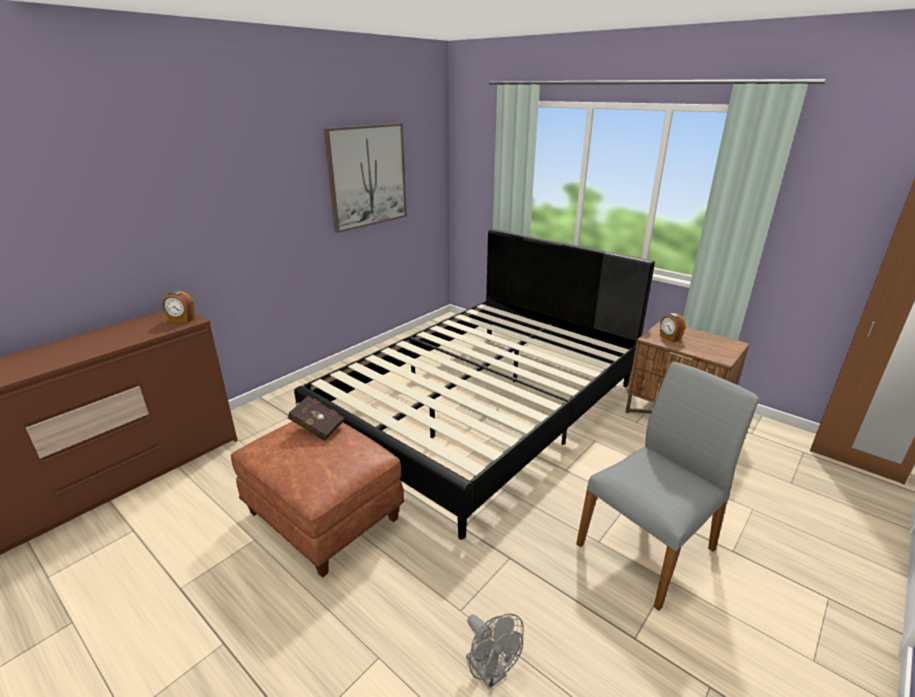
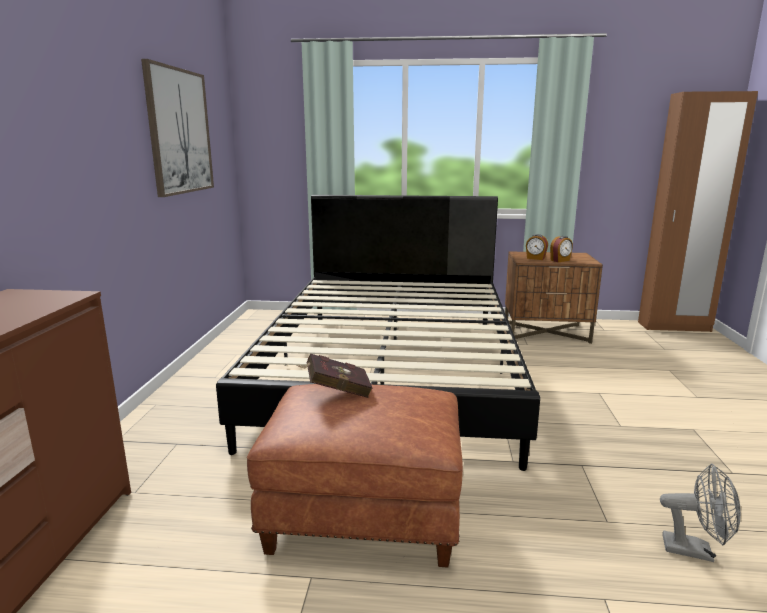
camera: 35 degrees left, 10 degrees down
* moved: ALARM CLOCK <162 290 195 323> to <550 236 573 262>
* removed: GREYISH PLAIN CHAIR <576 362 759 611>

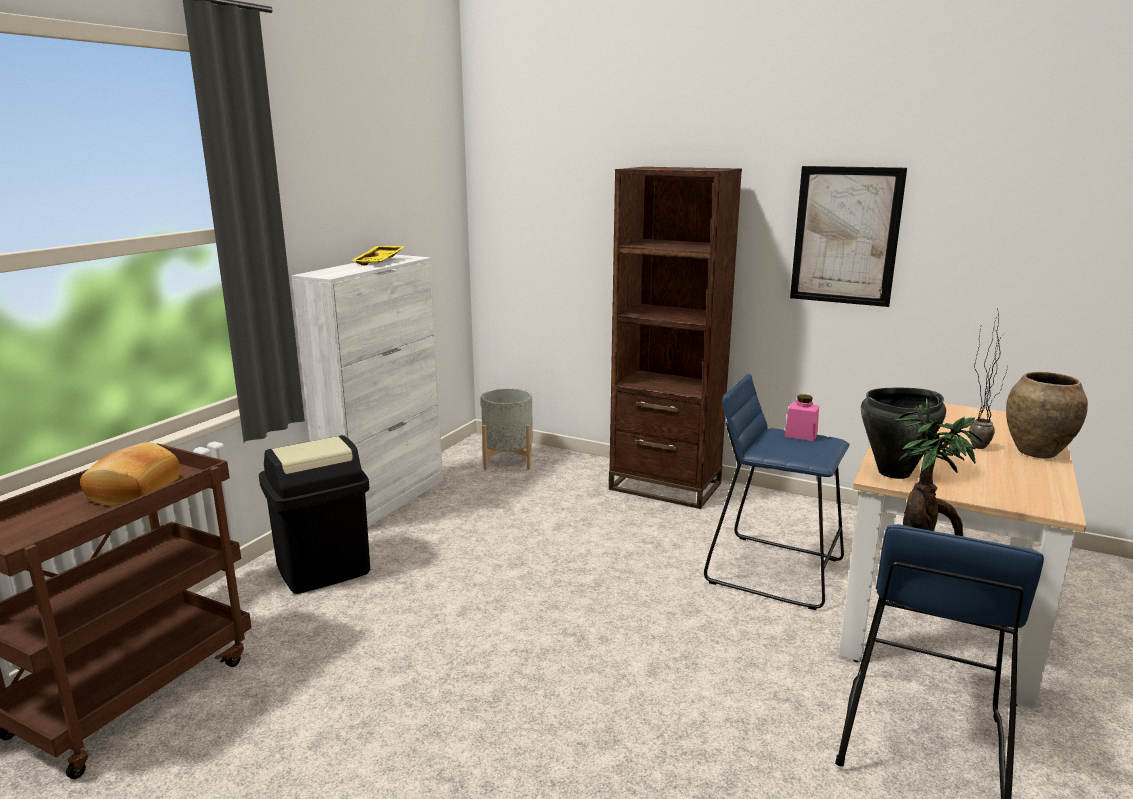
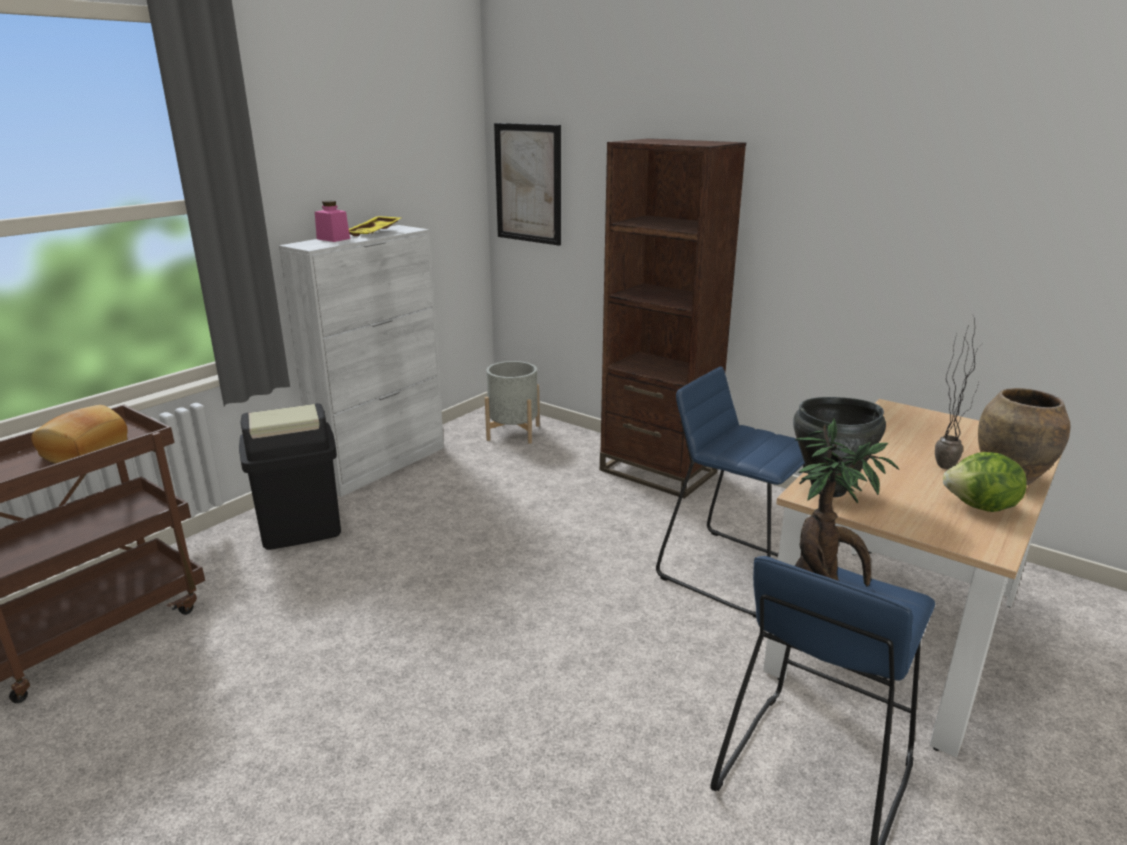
camera: 10 degrees right, 5 degrees up
* moved: PICTURE <790 166 907 307> to <494 123 561 246>
* moved: PINK-COLOURED STORAGE JAR <785 394 819 441> to <315 201 350 242>
* added: HEAD OF LETTUCE <943 452 1026 512>

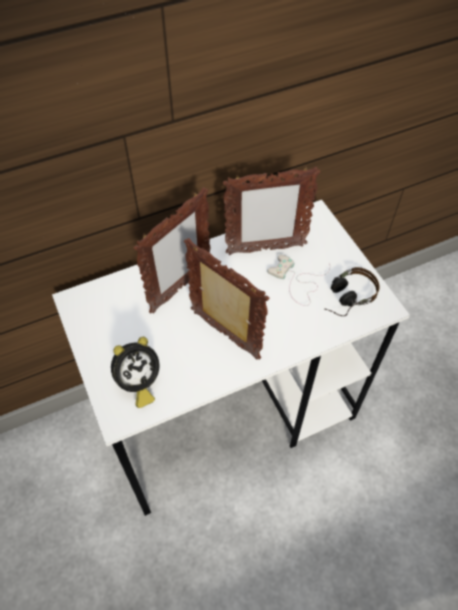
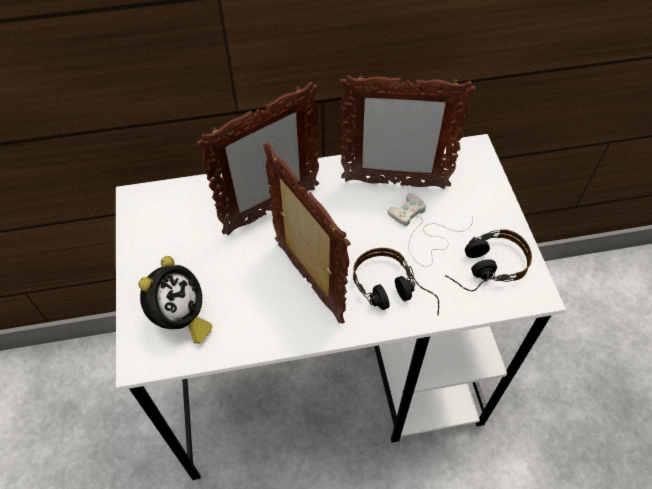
camera: 15 degrees right, 0 degrees up
* turned: ALARM CLOCK <111 337 159 408> = <138 256 213 343> 45 degrees counterclockwise
* added: PAIR OF HEADPHONES <353 248 439 316>

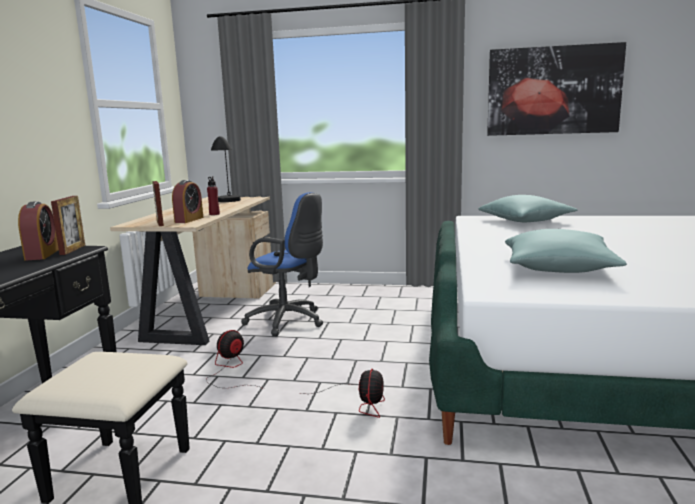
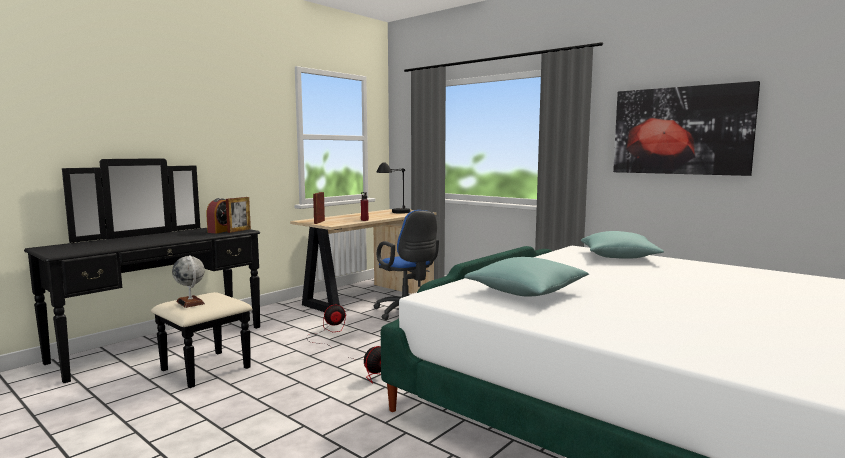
camera: 30 degrees right, 5 degrees down
* removed: ALARM CLOCK <172 180 203 223>
* added: GLOBE <172 255 205 308>

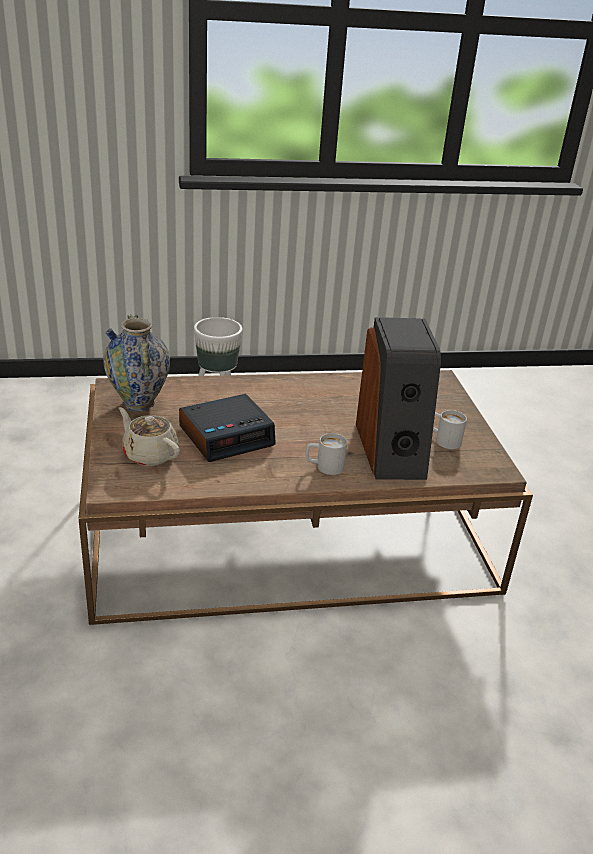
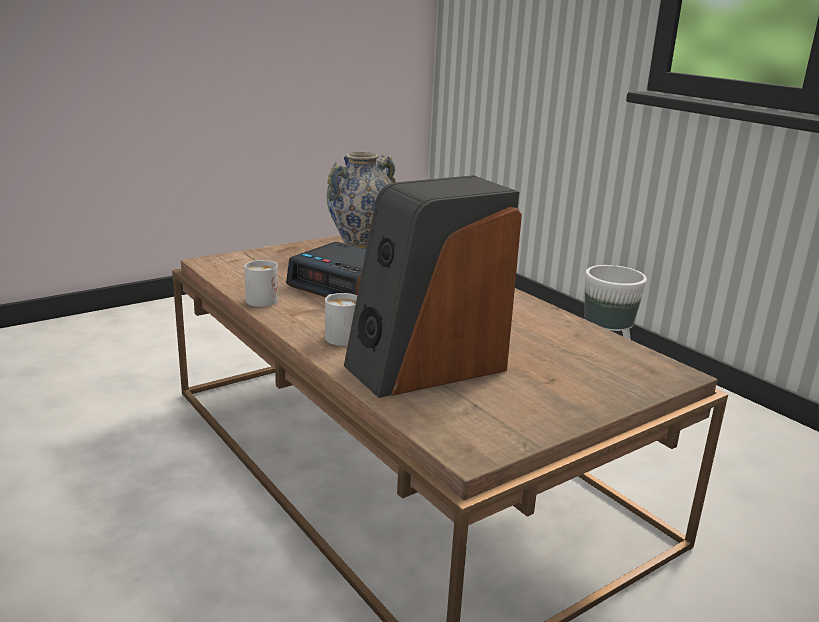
camera: 65 degrees right, 10 degrees down
* removed: BEIGE-COLOURED TEA POT <118 407 180 466>
* moved: WHITE-COLOURED TEA MUG <433 410 467 449> to <244 260 278 307>

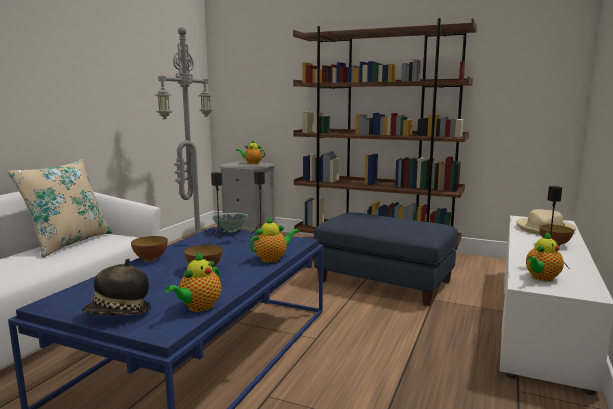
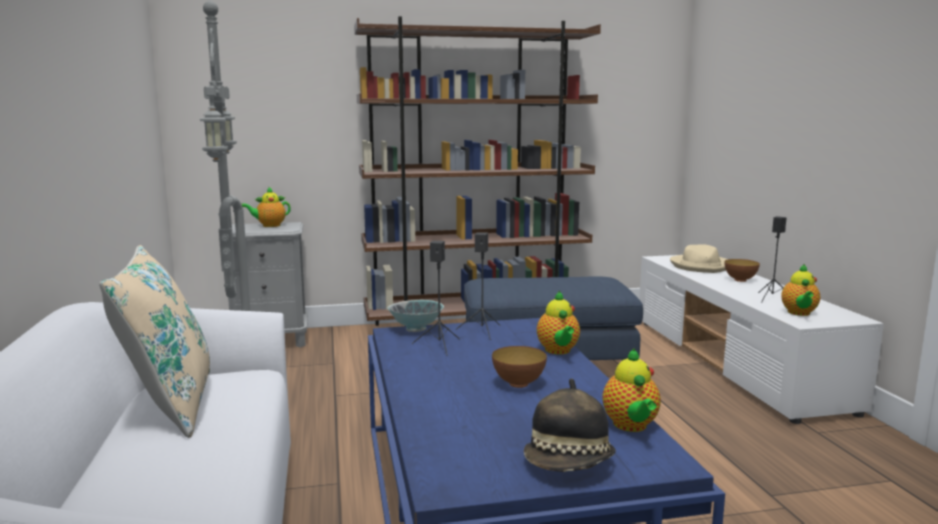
camera: 35 degrees left, 0 degrees up
* turned: TEA POT <250 216 299 263> = <537 291 580 354> 150 degrees clockwise
* removed: SERVING BOWL <131 236 168 262>

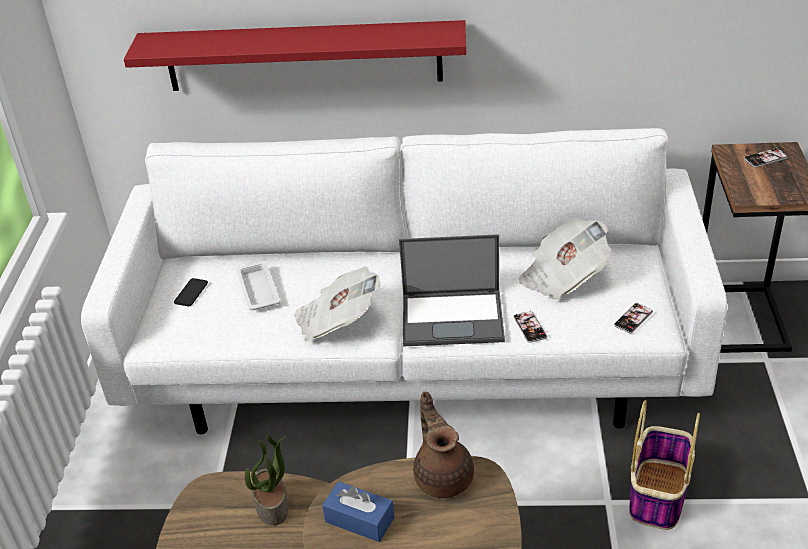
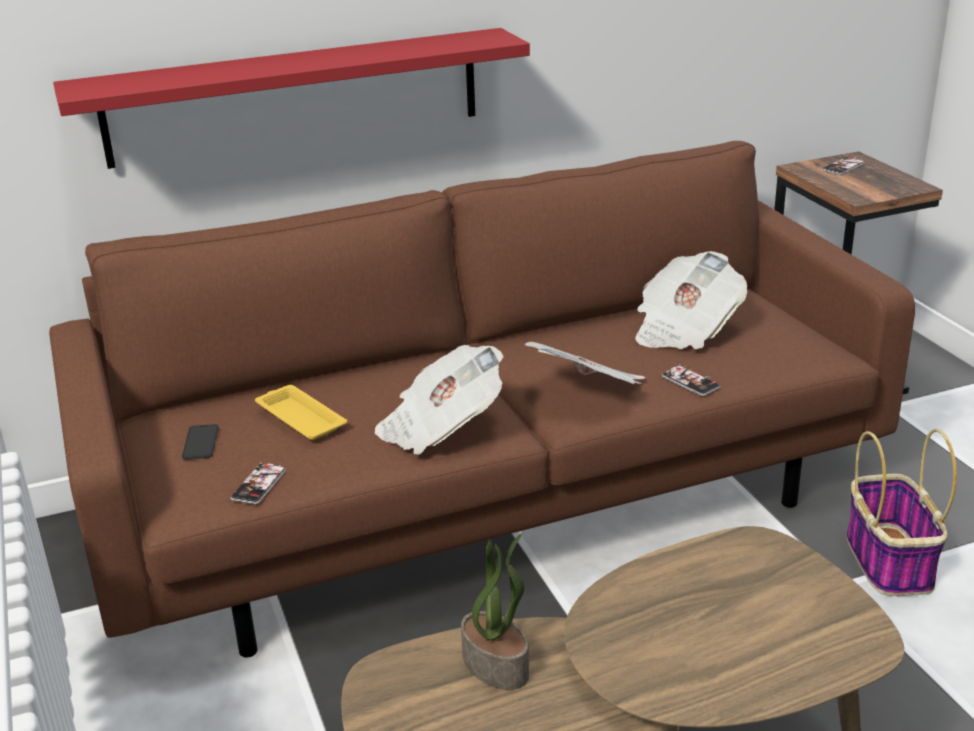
camera: 25 degrees left, 10 degrees down
* recoloured: WHITE-COLOURED SOFA <81 128 727 434> to BROWN SOFA <49 141 915 658>
* replaced: NOTEBOOK COMPUTER <399 234 505 346> to DAILY PAPER <525 342 645 385>
* recoloured: WHITE-COLOURED SERVING TRAY <236 261 280 310> to YELLOW SERVING TRAY <255 385 347 440>
* moved: TELEPHONE <614 303 653 333> to <231 462 286 504>
* removed: BROWN TEA POT <413 392 474 498>
* removed: BLUISH BOX OF TISSUES <322 481 395 542>

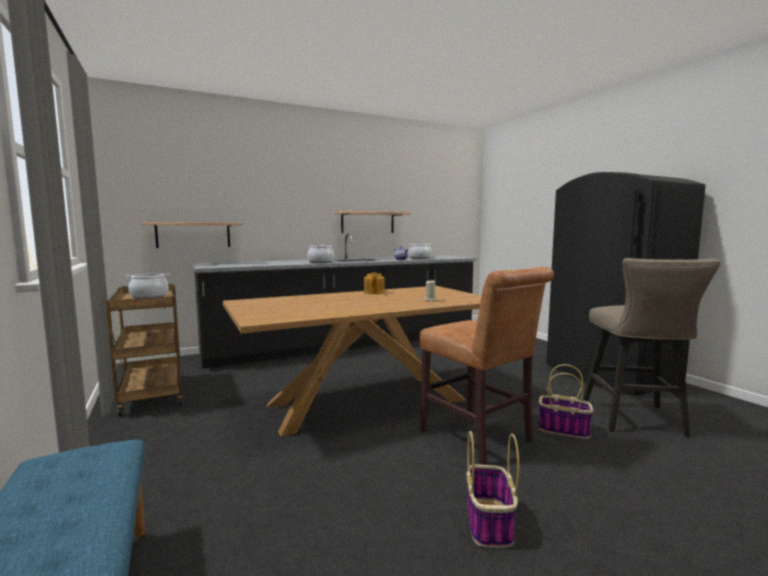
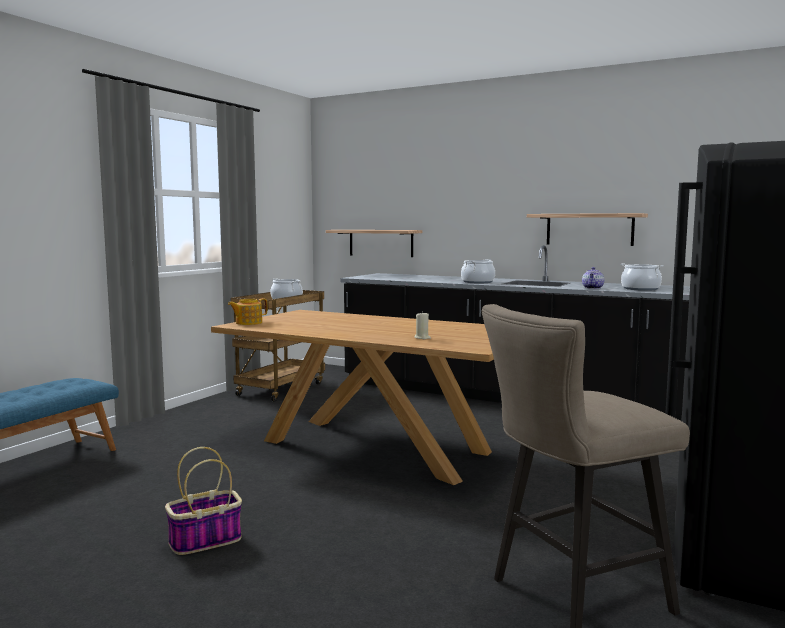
camera: 55 degrees right, 0 degrees up
* removed: BROWN PLAIN CHAIR <420 267 554 465>
* moved: TEA POT <364 273 385 294> to <228 298 267 325>
* removed: HOUSEHOLD BASKET <538 364 593 439>

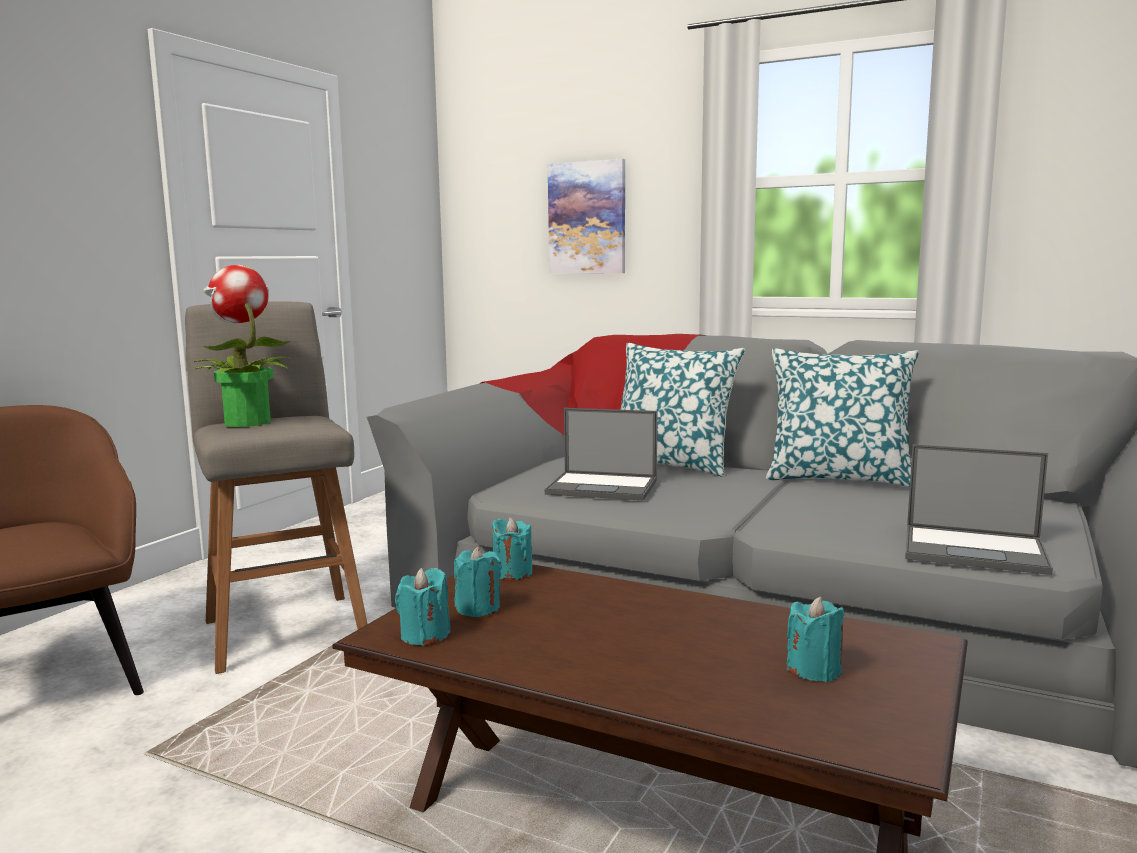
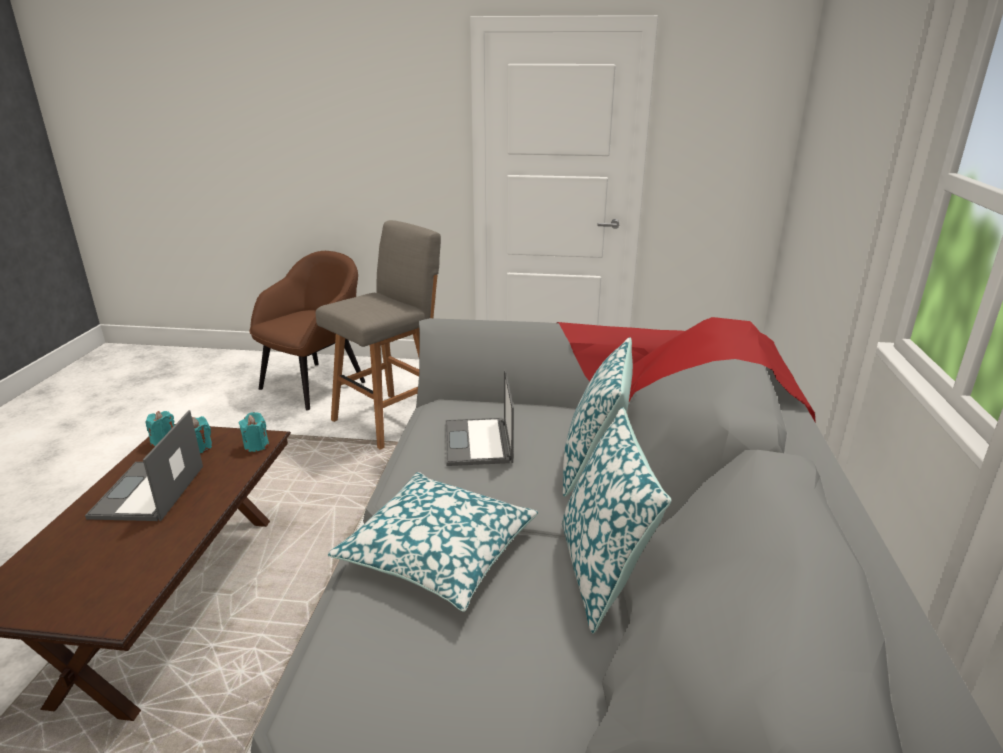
camera: 70 degrees right, 15 degrees up
* removed: PICTURE <548 159 625 274>
* removed: HOUSEPLANT <194 265 292 427>
* moved: NOTEBOOK COMPUTER <905 444 1053 575> to <85 410 203 521>
* removed: TURQUOISE WAX LIGHT <786 597 844 682>
* added: THROW PILLOW <328 472 538 612>

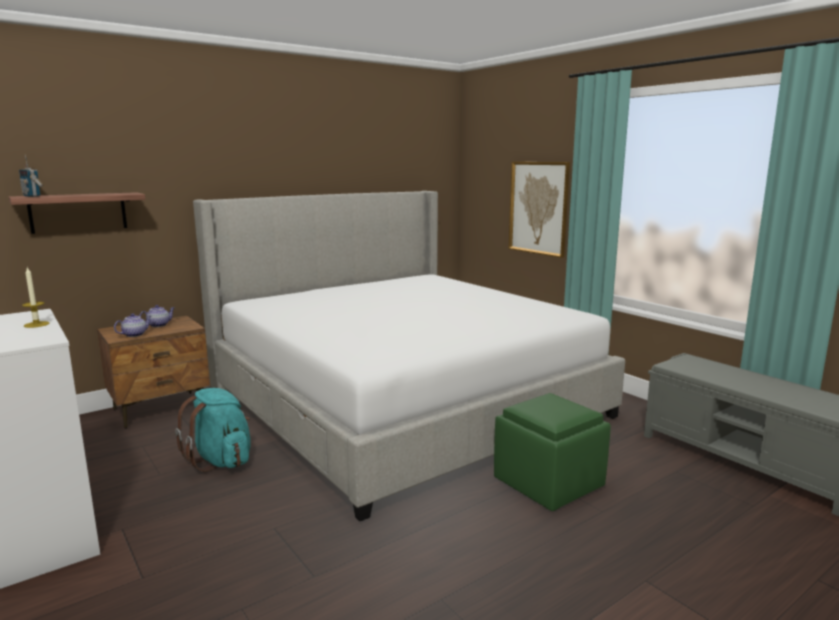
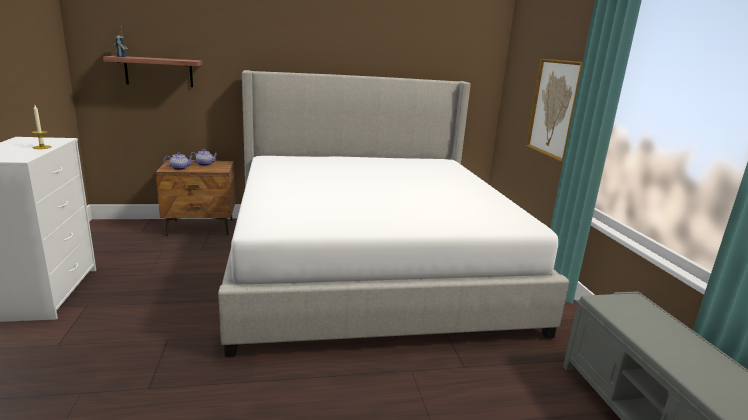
camera: 25 degrees right, 5 degrees up
* removed: TURQUOISE KNAPSACK <175 388 251 472>
* removed: GREENISH OTTOMAN <494 393 611 511>

